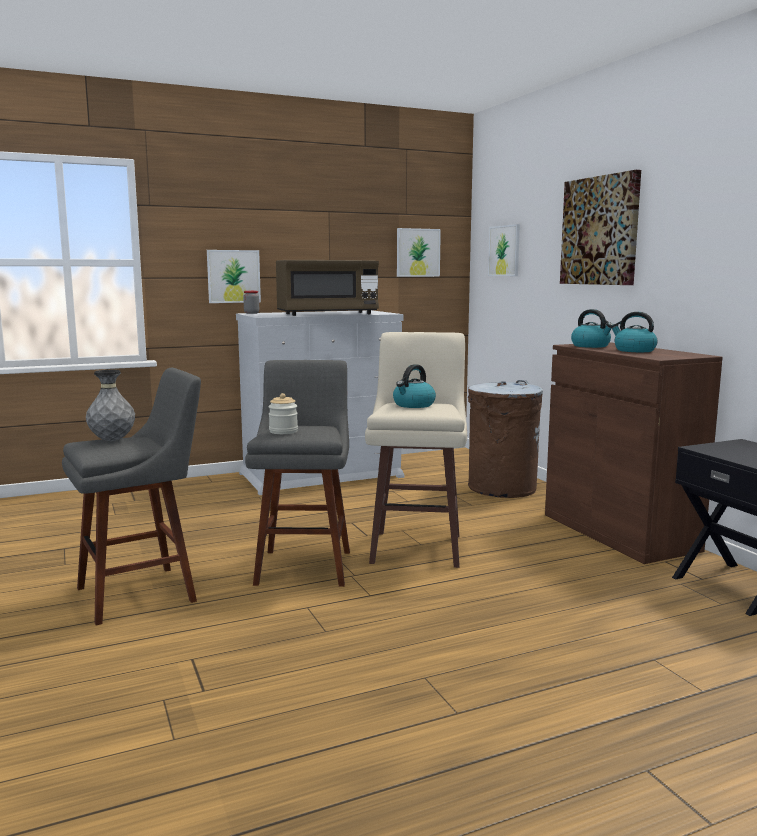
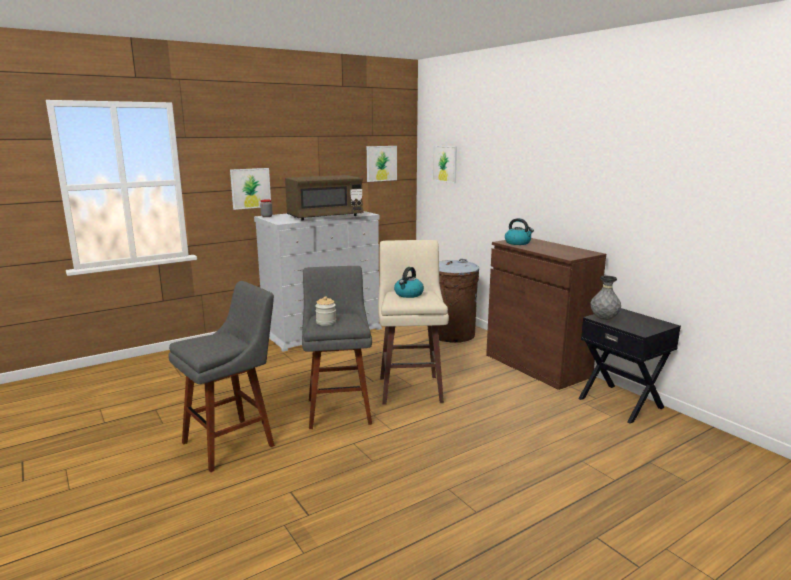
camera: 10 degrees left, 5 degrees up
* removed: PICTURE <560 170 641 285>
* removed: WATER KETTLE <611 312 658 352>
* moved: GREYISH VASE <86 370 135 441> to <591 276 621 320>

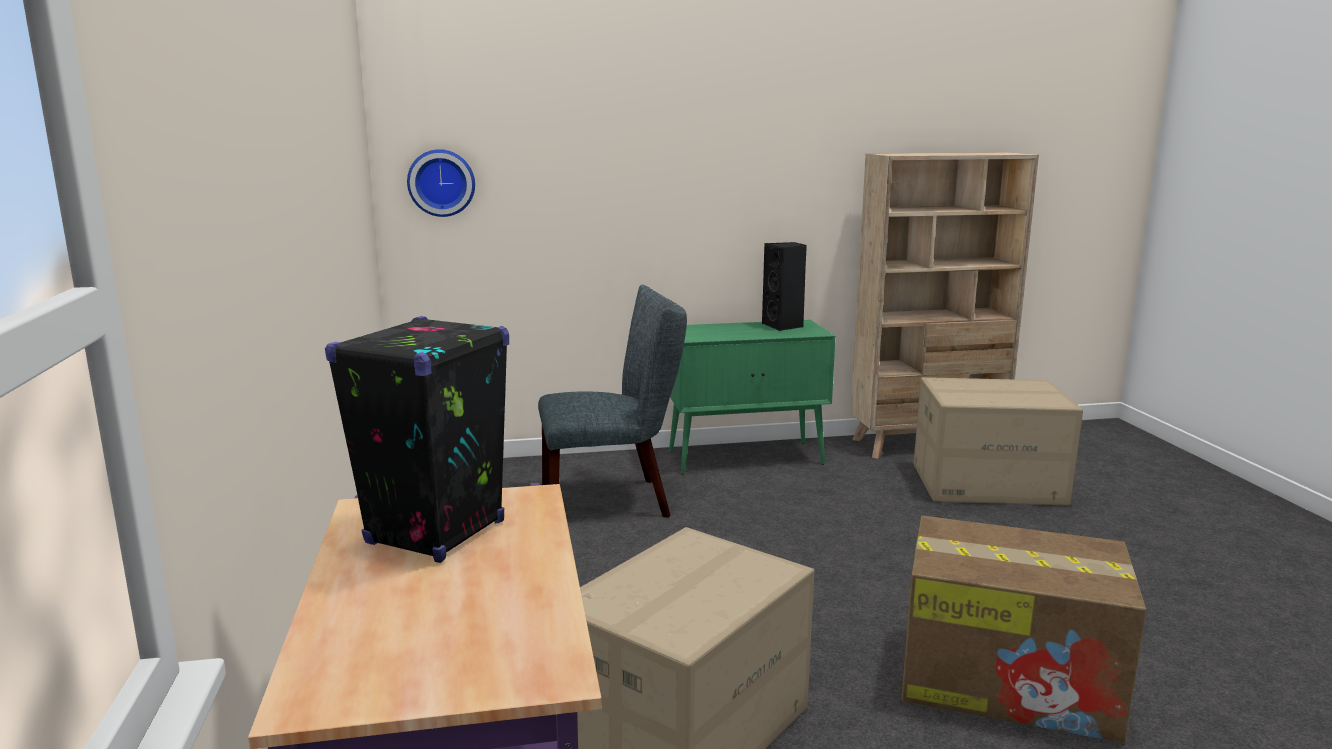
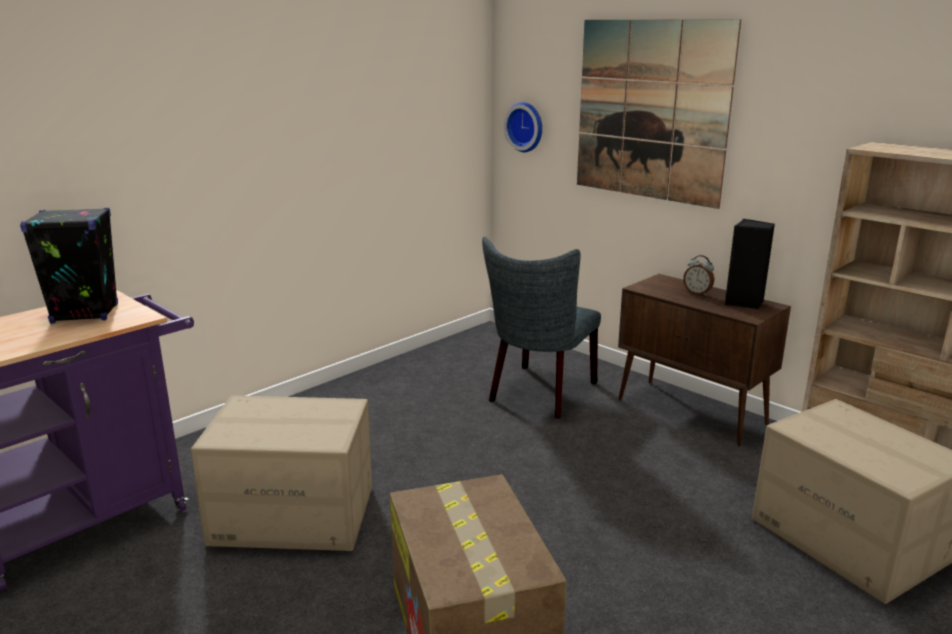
camera: 55 degrees right, 5 degrees up
* turned: GREYISH PLAIN CHAIR <538 285 687 518> = <482 237 601 418> 75 degrees clockwise
* recoloured: GREENISH CABINET <669 320 835 475> to BROWN CABINET <618 274 791 446>
* added: PICTURE <577 19 741 209>
* added: ALARM CLOCK <683 255 714 296>

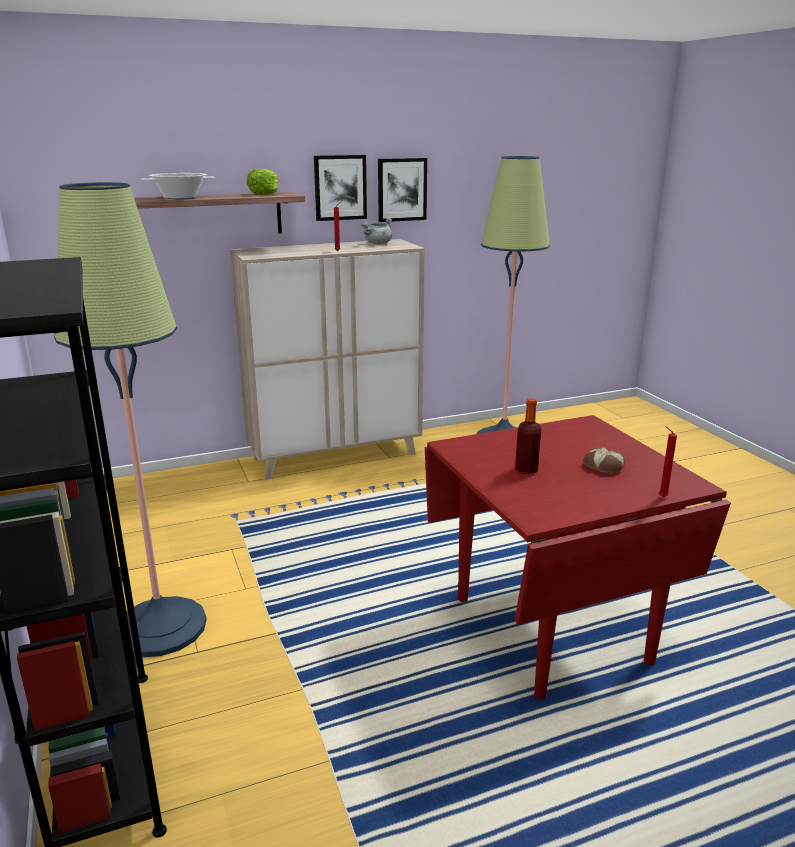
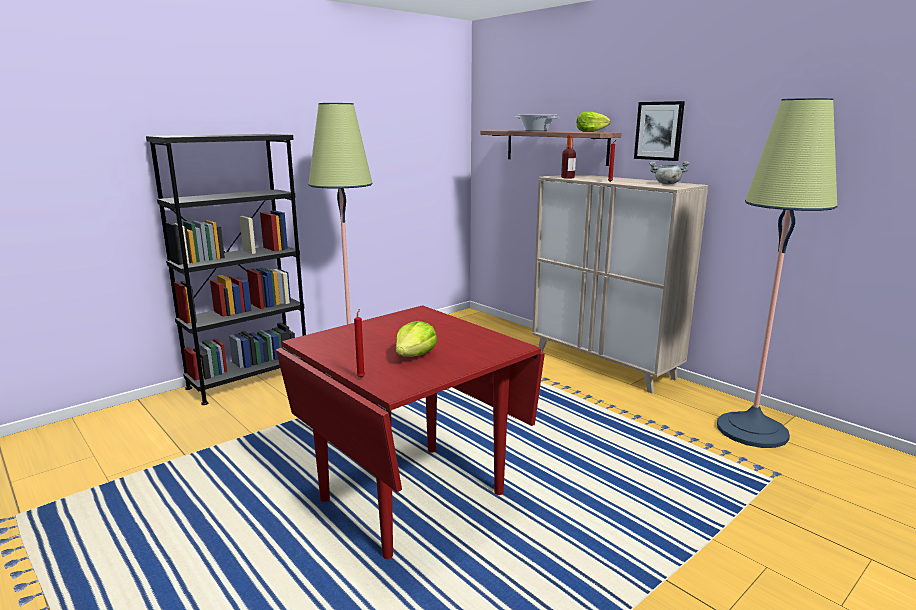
camera: 70 degrees right, 5 degrees down
* removed: PICTURE <378 158 427 222>
* moved: DRINK BOTTLE <515 398 541 474> to <561 135 576 179>
* replaced: BREAD <583 447 626 474> to HEAD OF LETTUCE <396 321 437 357>

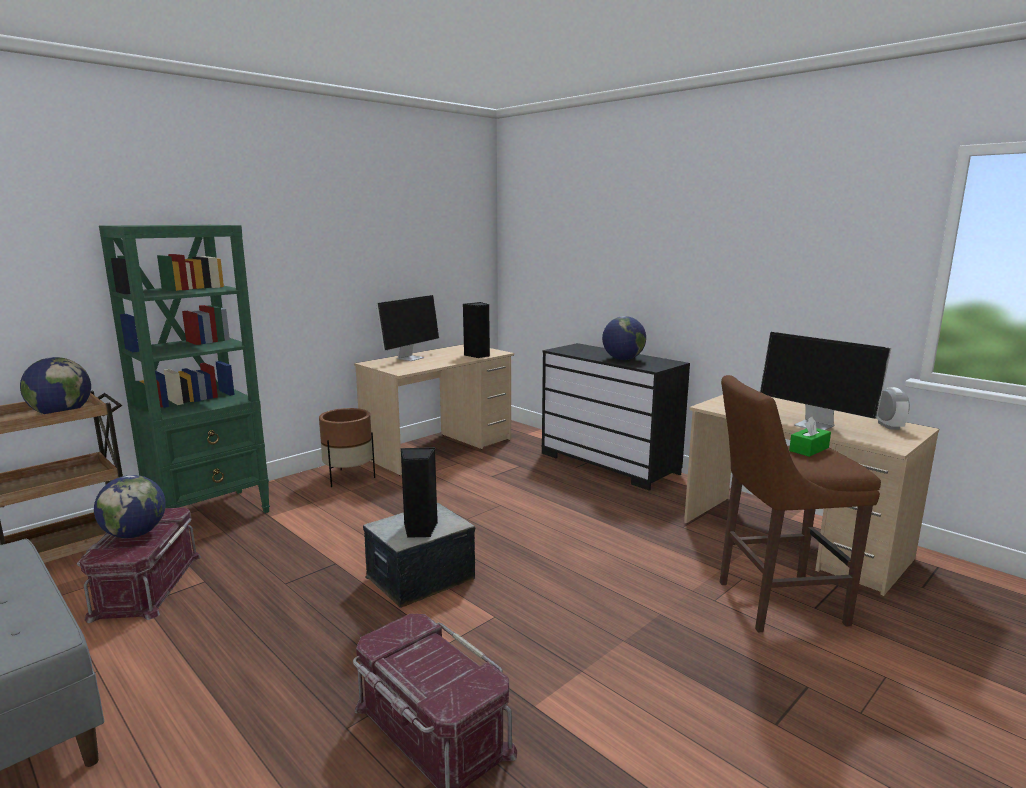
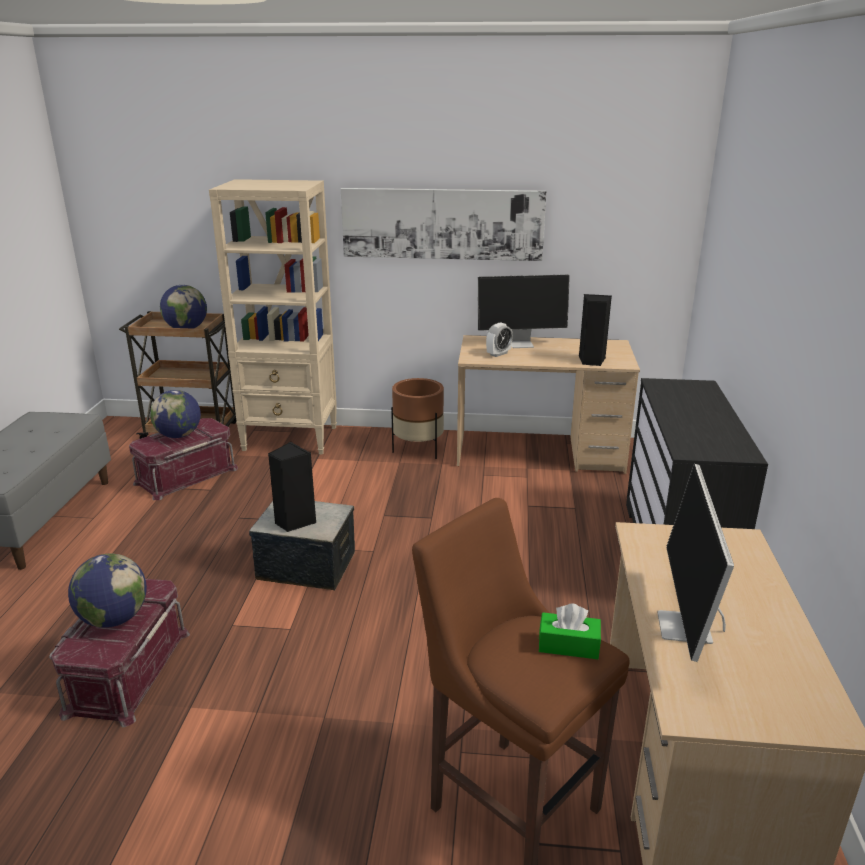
camera: 50 degrees right, 10 degrees up
* recoloured: GREENISH SHELVING UNIT <99 225 270 513> to BEIGE-COLOURED SHELVING UNIT <209 179 337 455>
* moved: GLOBE <602 316 646 360> to <68 553 147 628>
* moved: ALARM CLOCK <877 387 910 430> to <486 322 513 357>
* added: PICTURE <341 188 546 261>

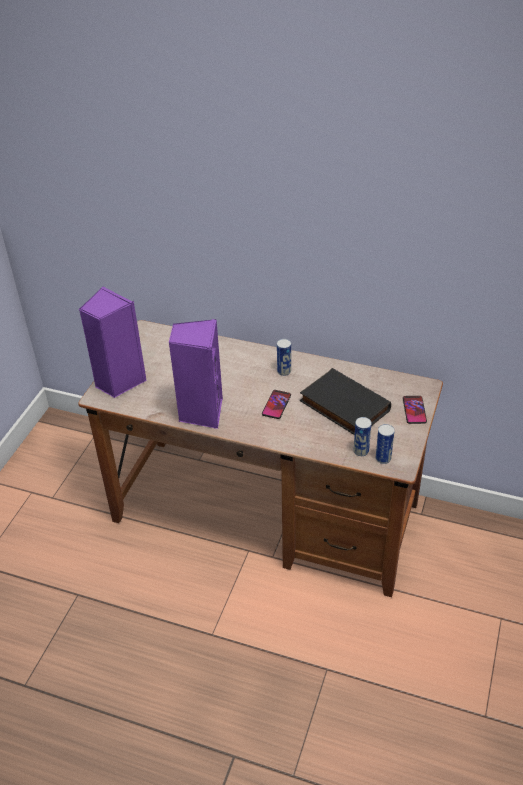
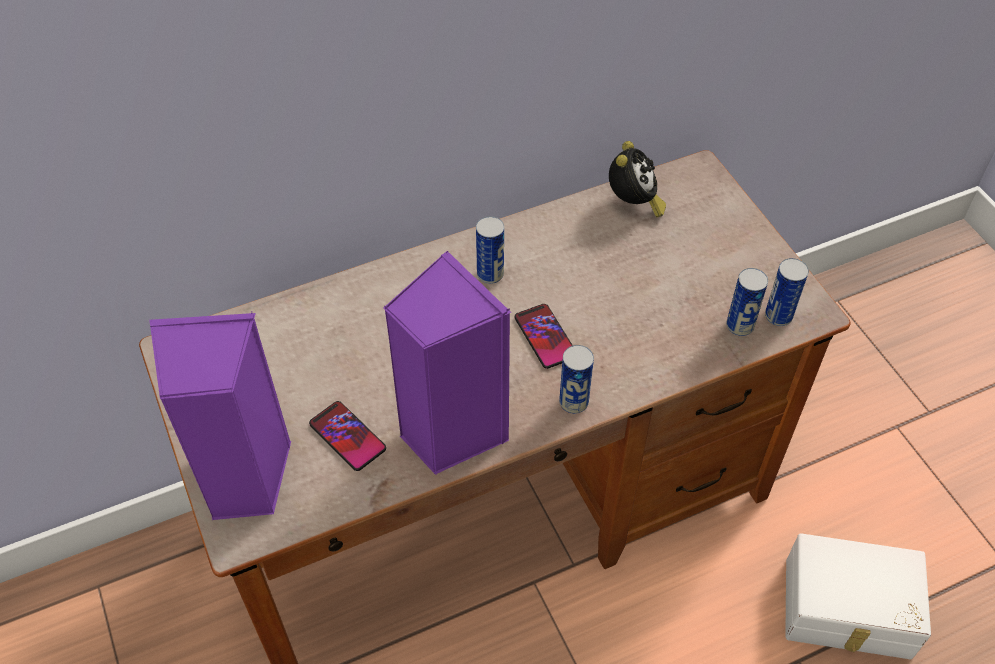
camera: 45 degrees left, 10 degrees up
* removed: BLACK-COLOURED BOUND BOOK <300 368 391 435>
* moved: TELEPHONE <403 396 427 424> to <309 401 386 471>
* added: ALARM CLOCK <609 141 666 217>
* added: METAL CAN <559 345 594 414>
* added: WHITE-COLOURED STORAGE BOX <785 533 931 659>

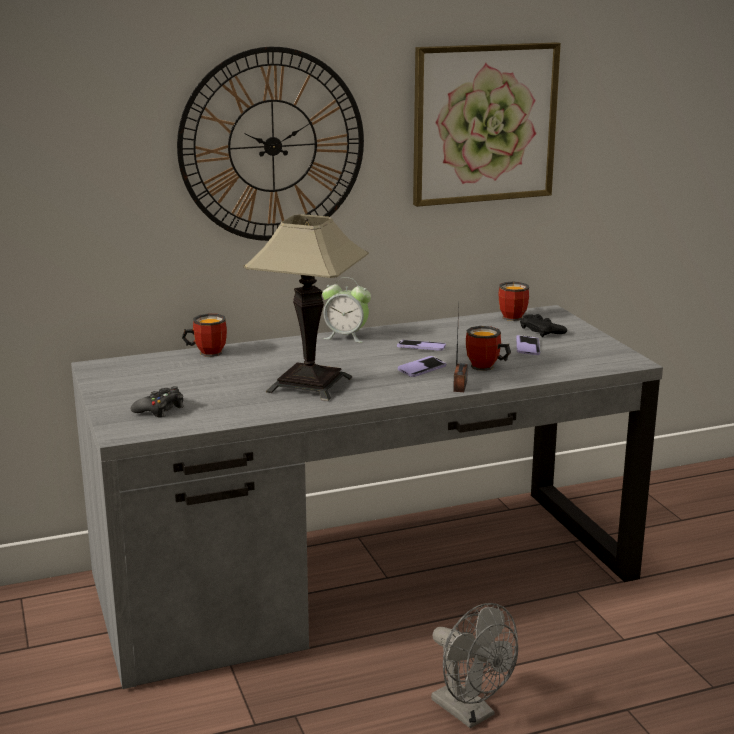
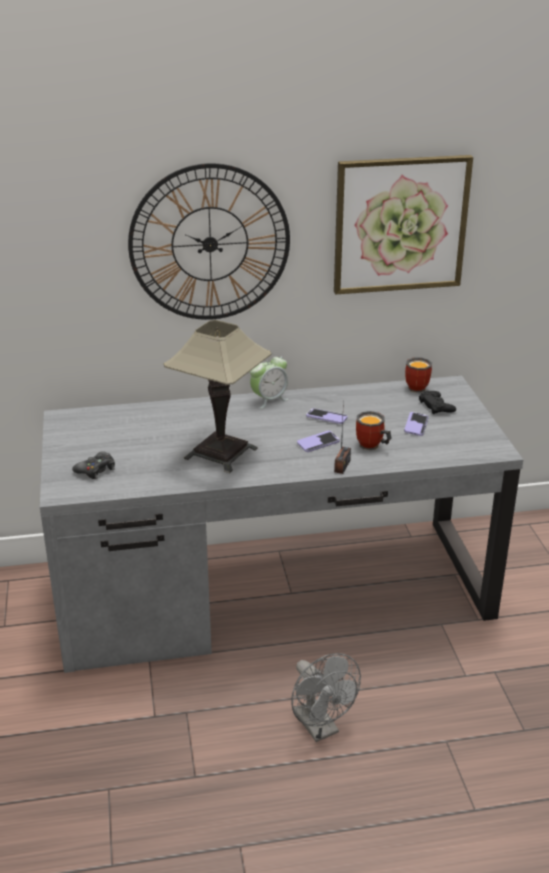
camera: 10 degrees right, 10 degrees up
* turned: ALARM CLOCK <322 277 371 343> = <250 353 288 409> 60 degrees counterclockwise
* removed: TEA MUG <182 314 227 357>

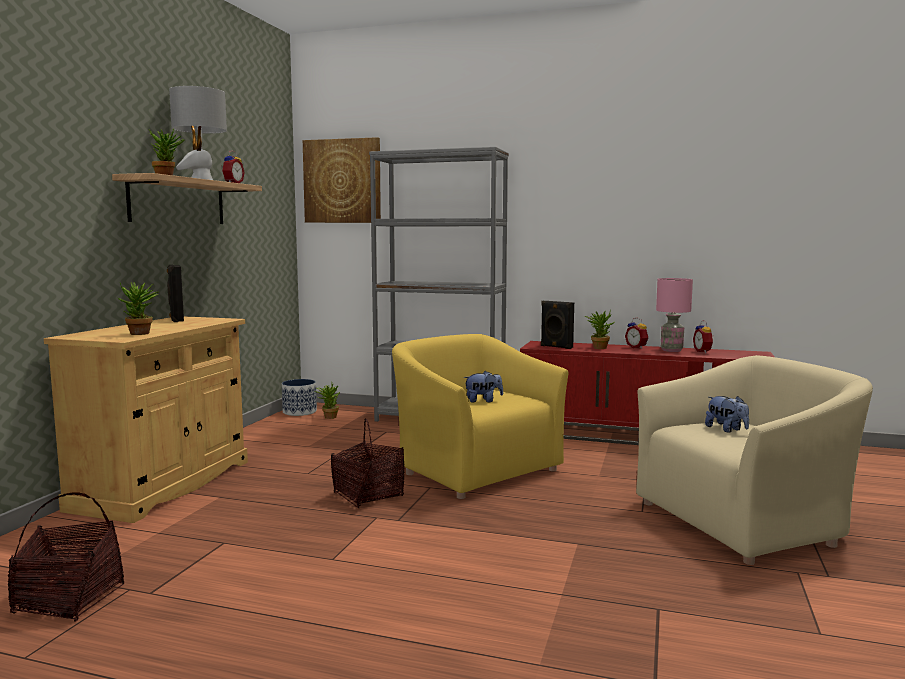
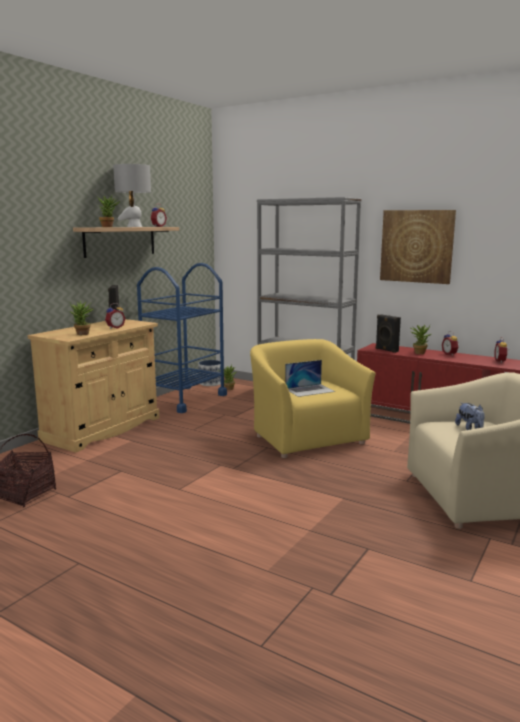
camera: 15 degrees right, 5 degrees up
* moved: PICTURE <303 137 381 223> to <380 210 456 284>
* removed: PINK-COLOURED TABLE LAMP <656 278 693 352>
* replaced: PLUSH TOY <463 371 503 403> to NOTEBOOK COMPUTER <285 360 335 397>
* removed: HOUSEHOLD BASKET <331 418 404 508>
* added: BLUISH TROLLEY <137 263 227 413>
* added: ALARM CLOCK <105 303 125 329>

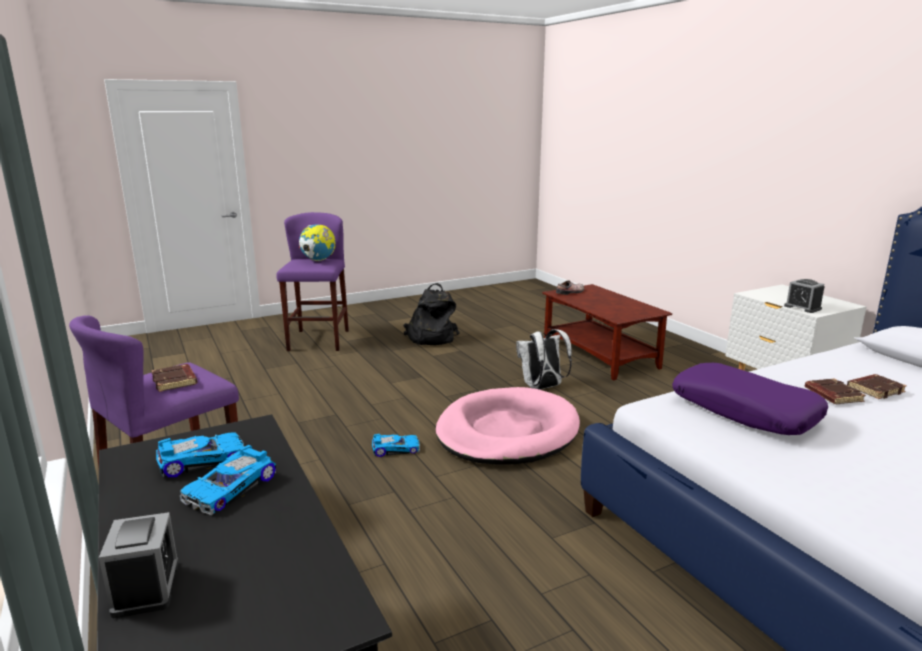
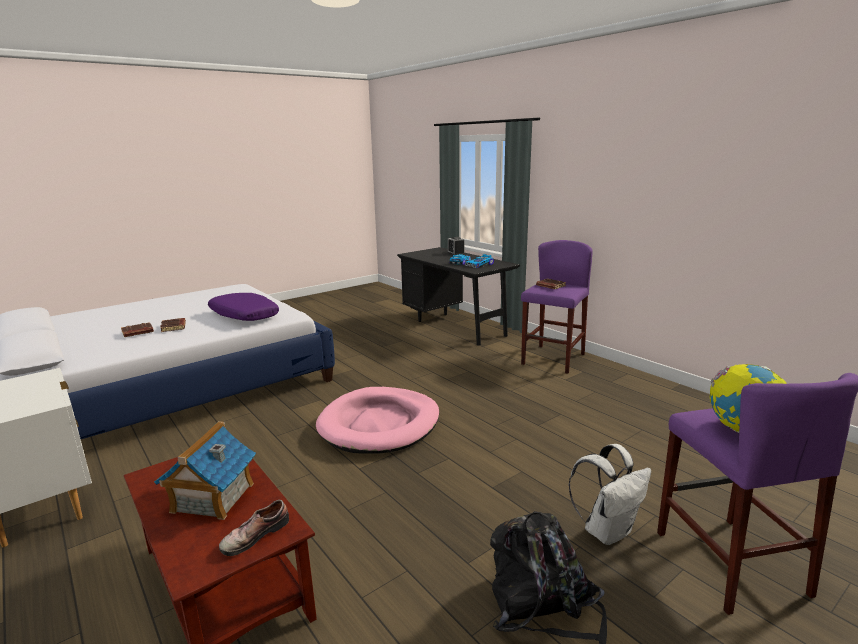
camera: 170 degrees right, 0 degrees up
* removed: ALARM CLOCK <784 279 825 313>
* moved: WHITE-COLOURED KNAPSACK <516 329 572 390> to <569 444 651 545>
* removed: MINIATURE CAR <372 434 420 457>
* added: MODEL HOUSE <154 421 256 520>

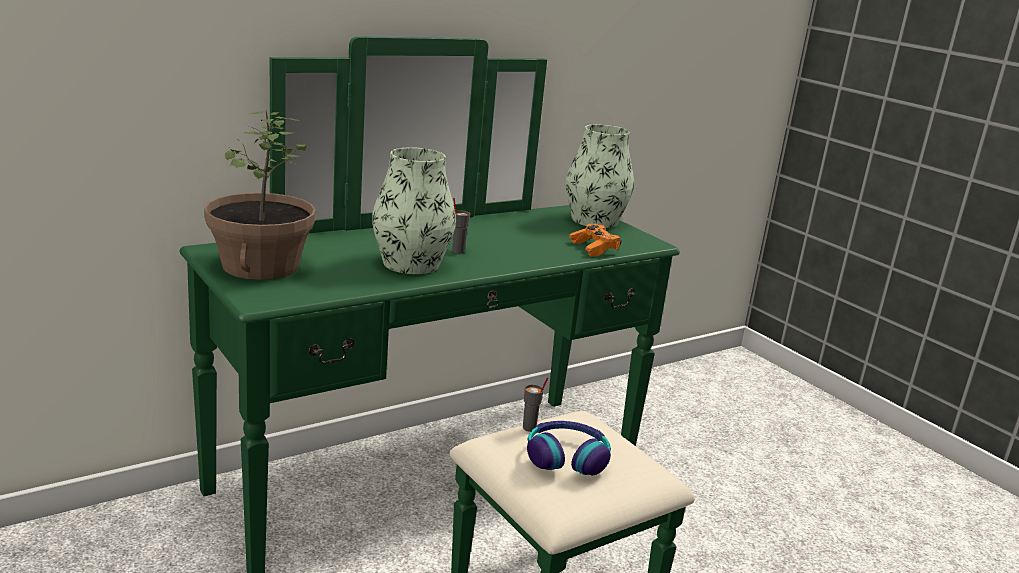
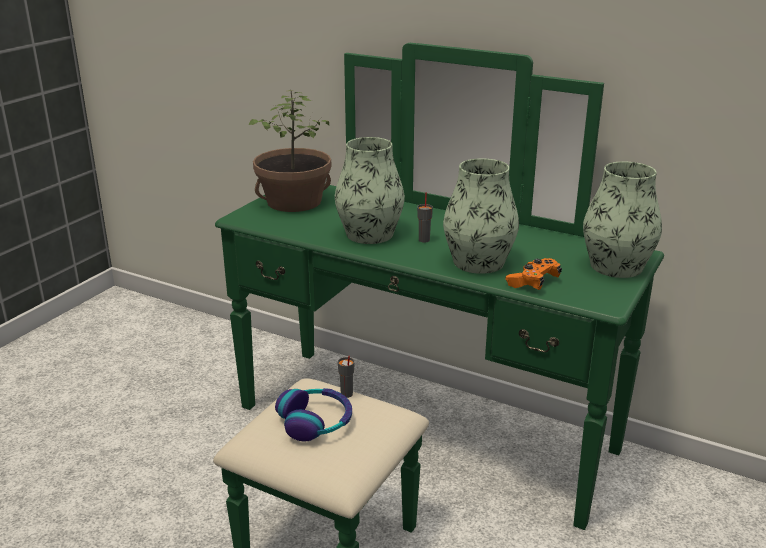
camera: 65 degrees right, 5 degrees up
* added: VASE <443 158 519 274>

